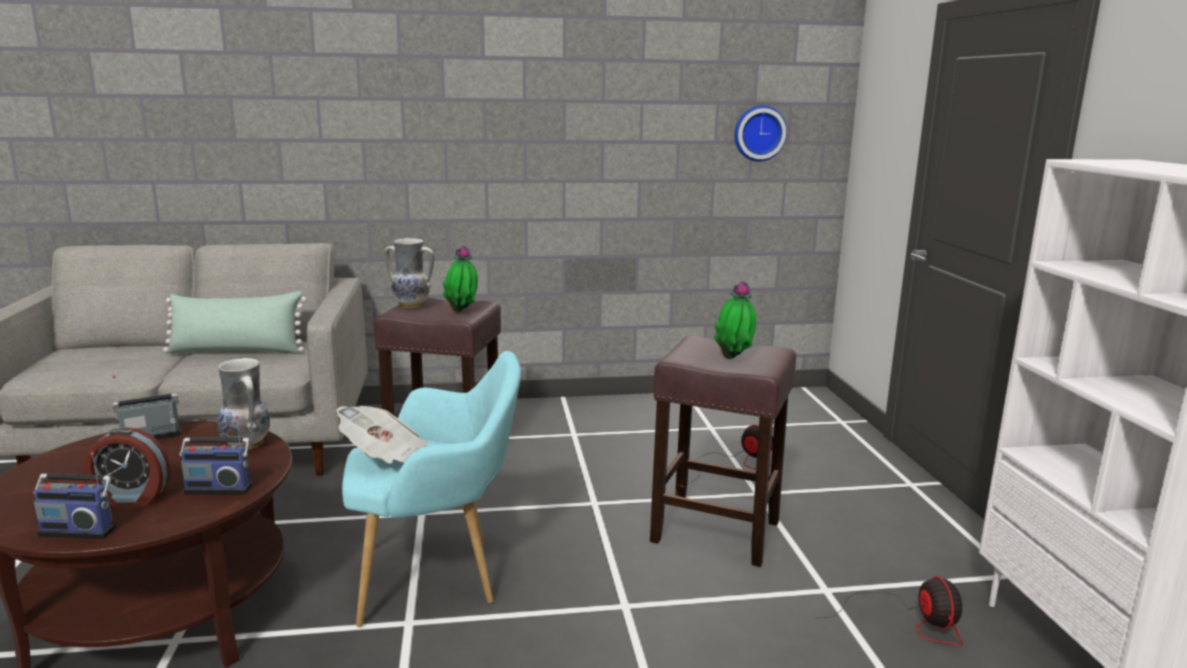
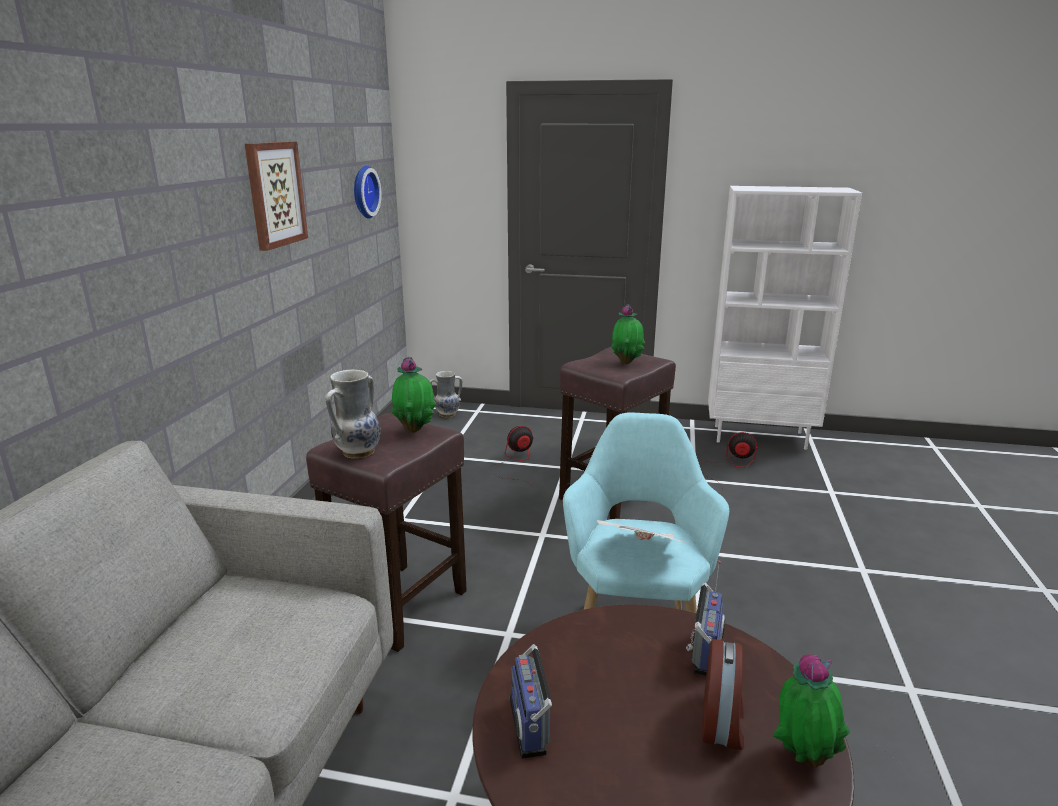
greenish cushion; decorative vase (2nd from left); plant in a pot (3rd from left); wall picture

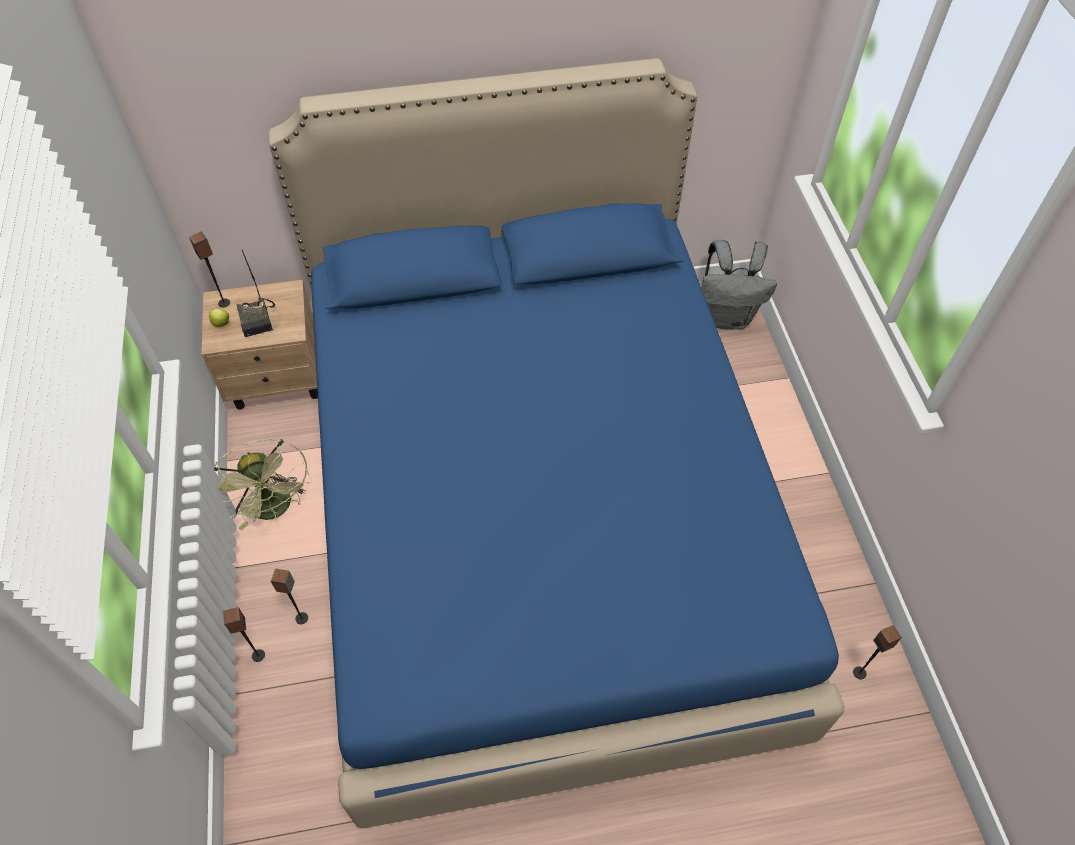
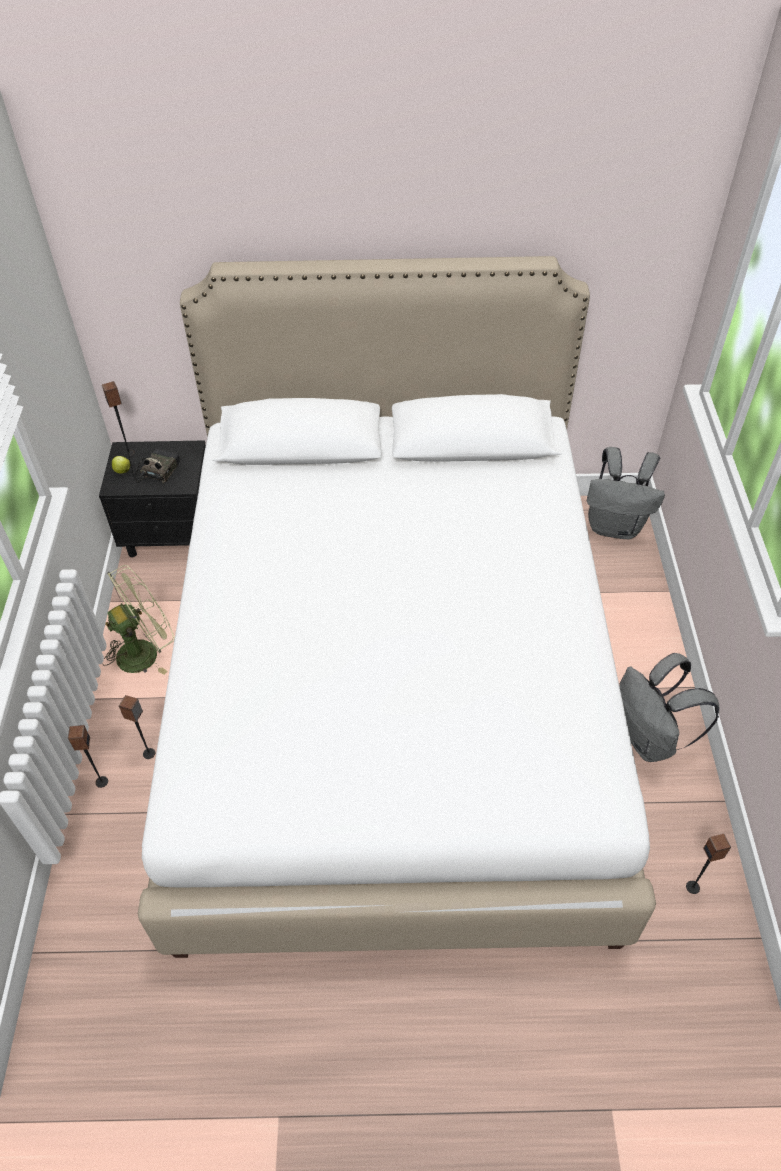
white bedroom bed; radio; black-coloured bedside table; greenish cooling fan; greyish backpack (2nd from left)

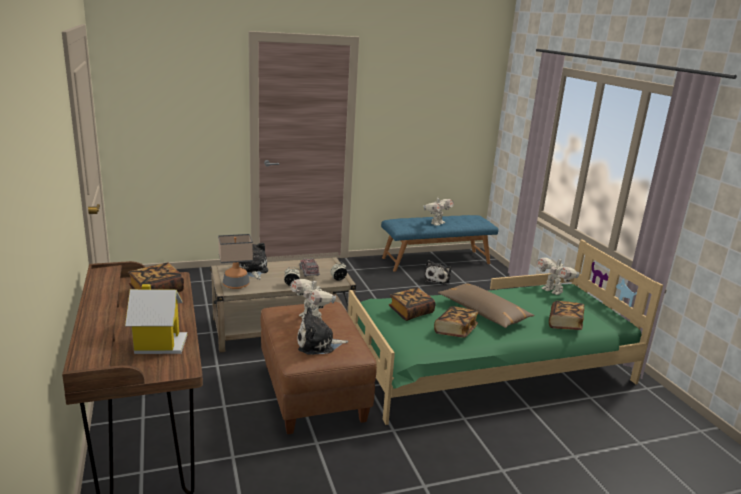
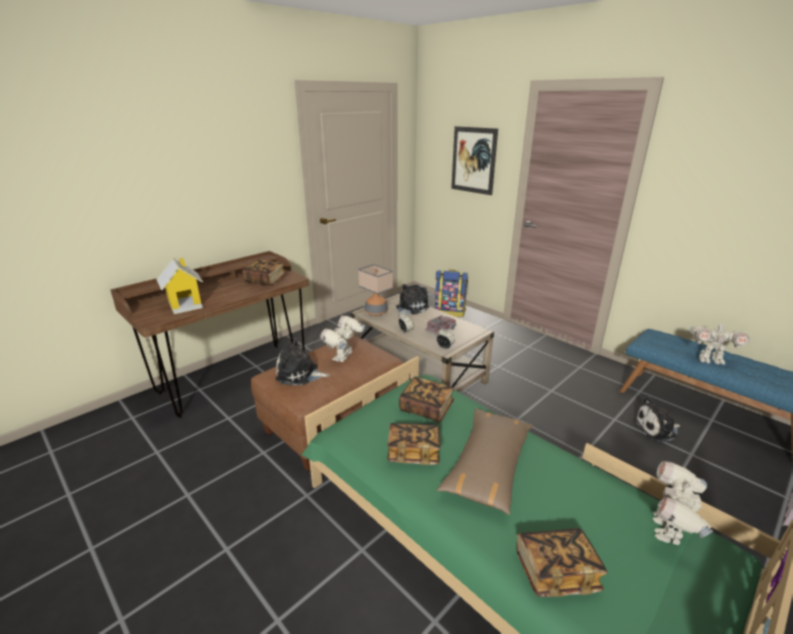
soft toy (1st from left); wall picture; backpack

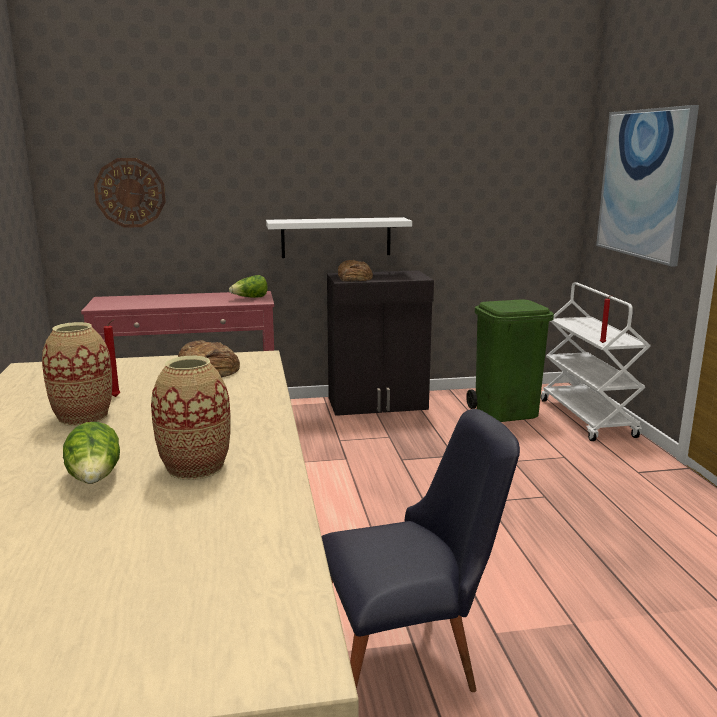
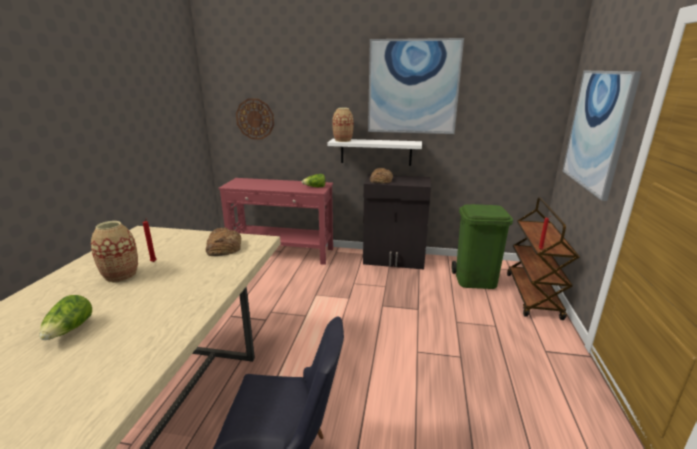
brown-coloured cart; decorative vase (2nd from left); wall picture (1st from left)

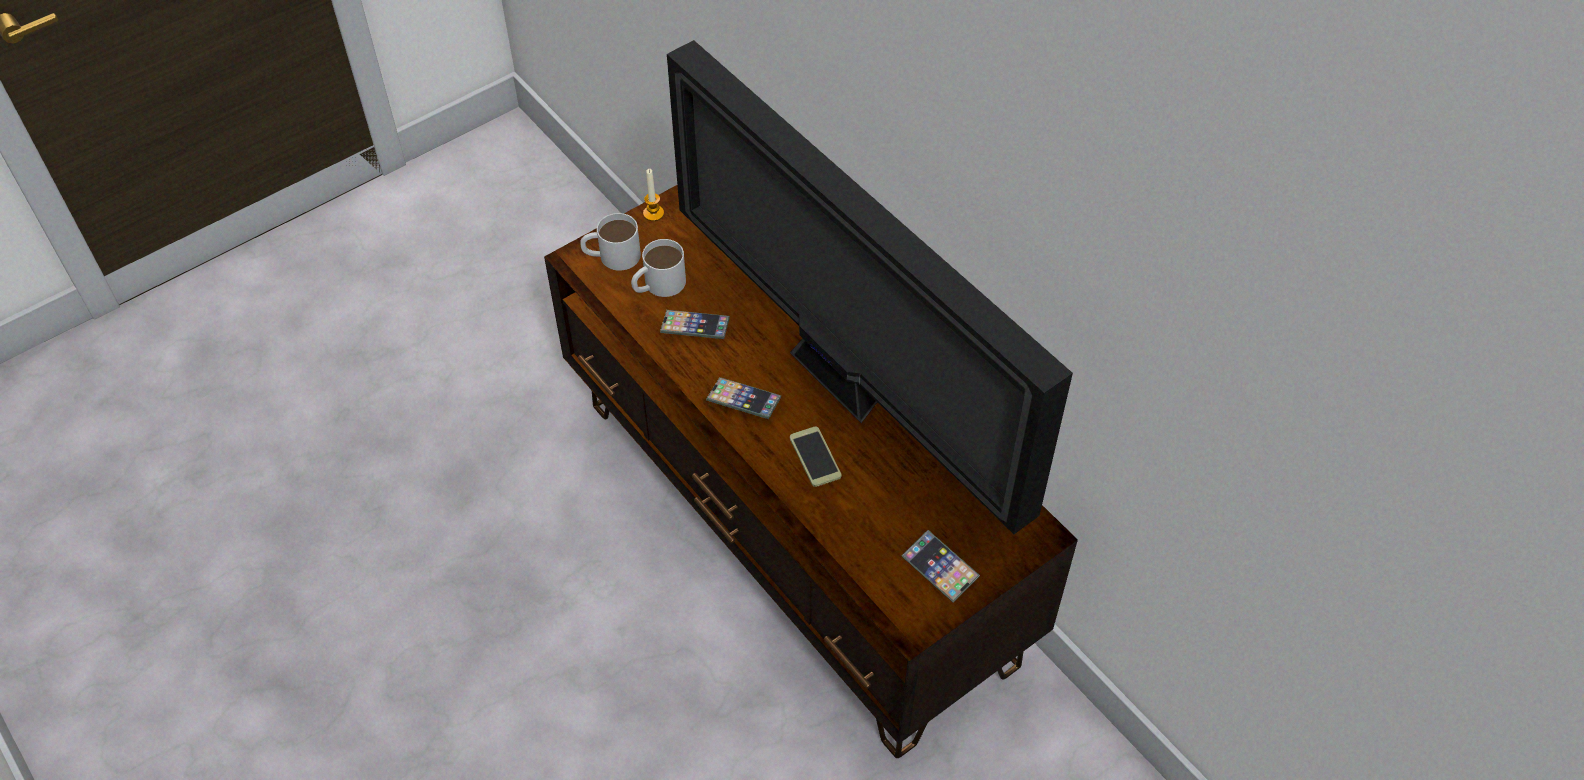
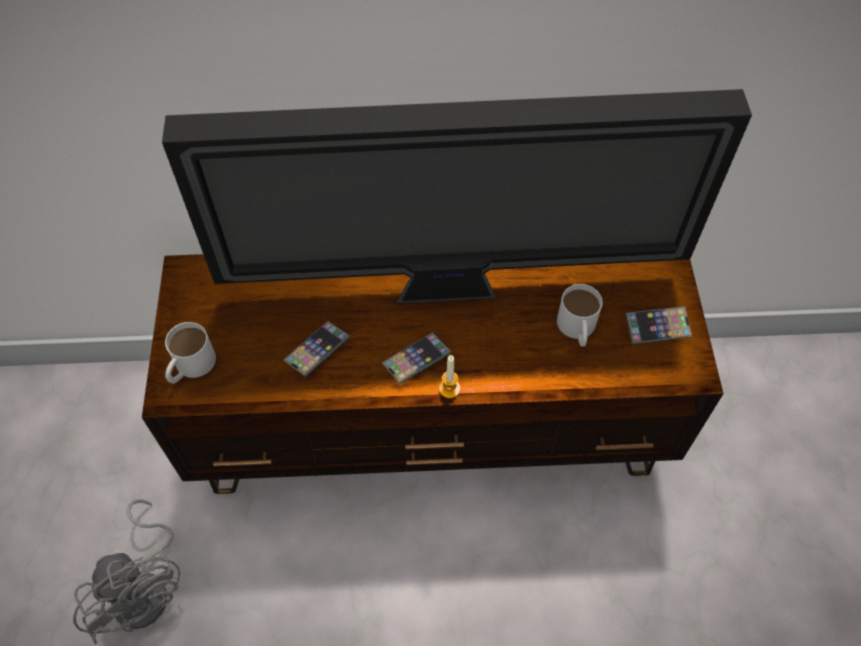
wax light; white coffee mug (2nd from left); handset (3rd from left in the first image); greyish cooling fan

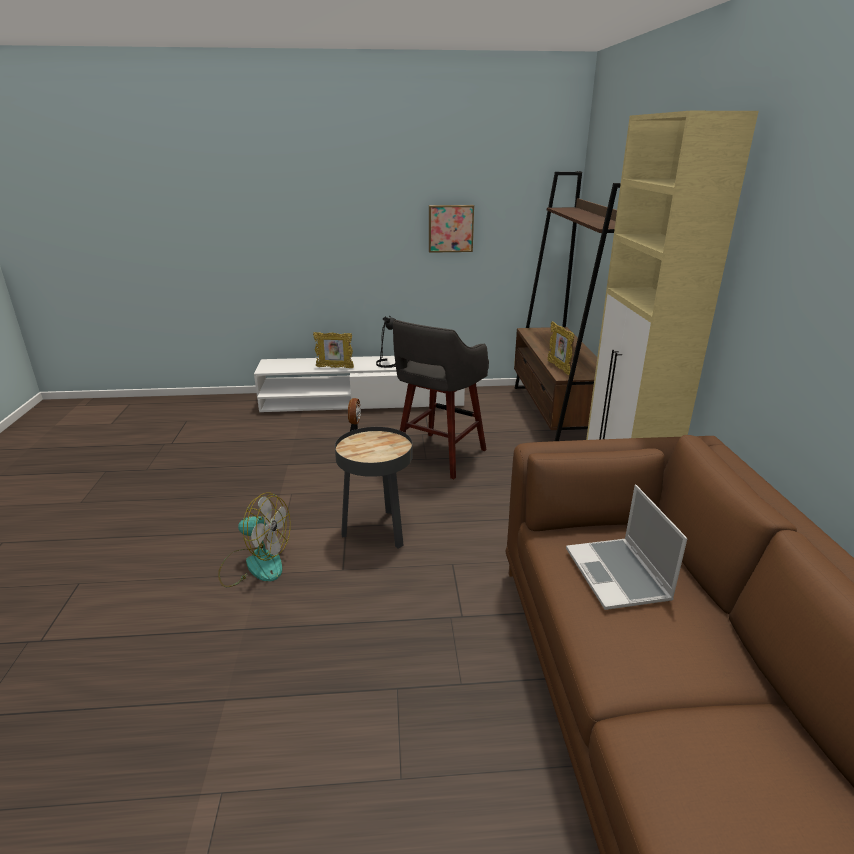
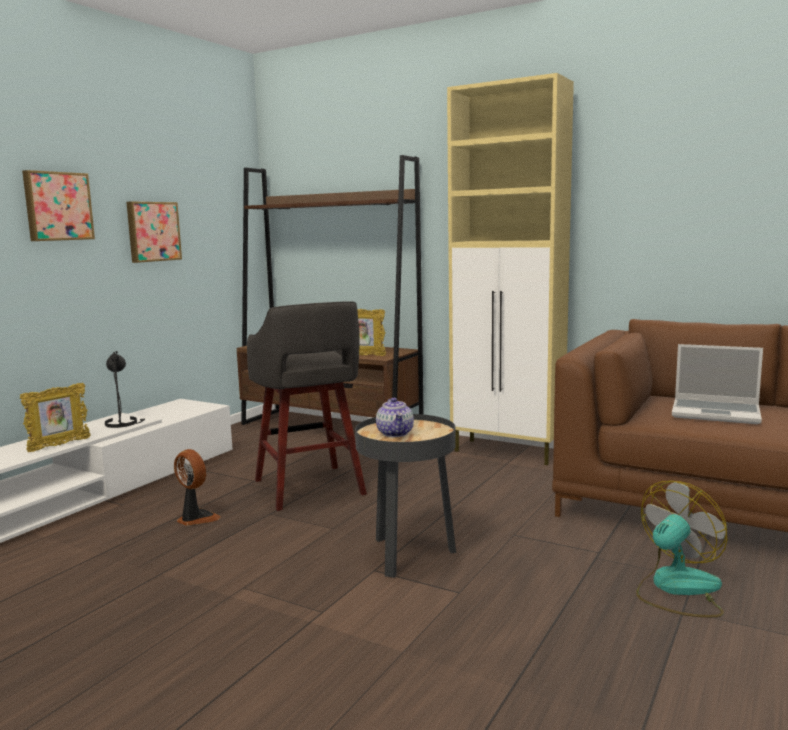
cooling fan (2nd from left); wall picture (1st from left); pot for tea

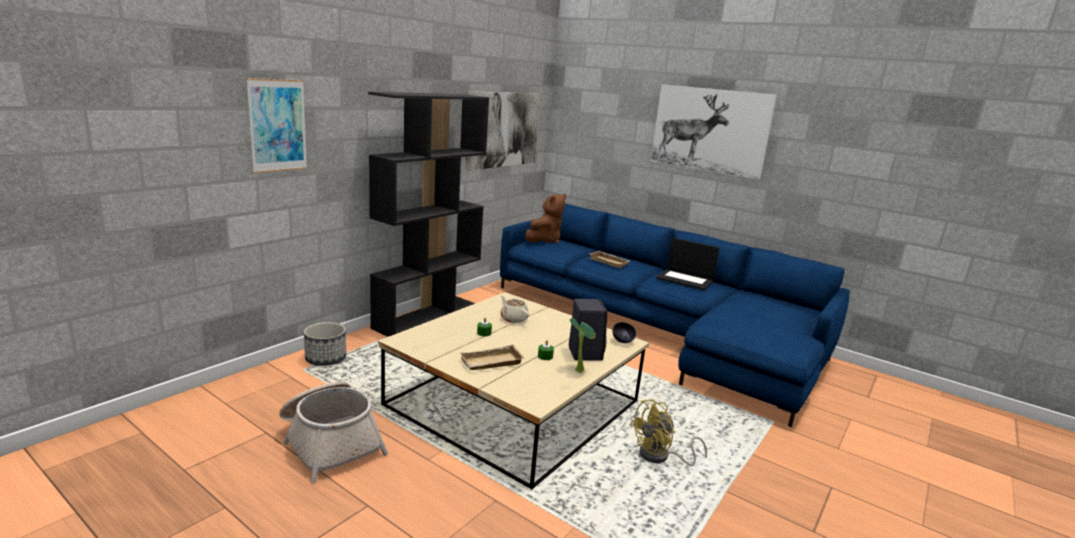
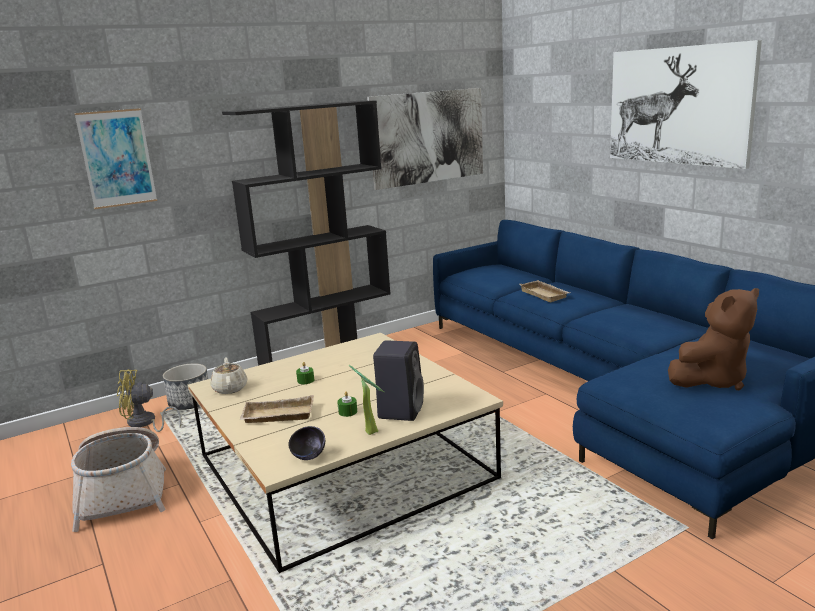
brown-coloured soft toy; portable computer; beige-coloured pot for tea; black-coloured bowl; yellow cooling fan

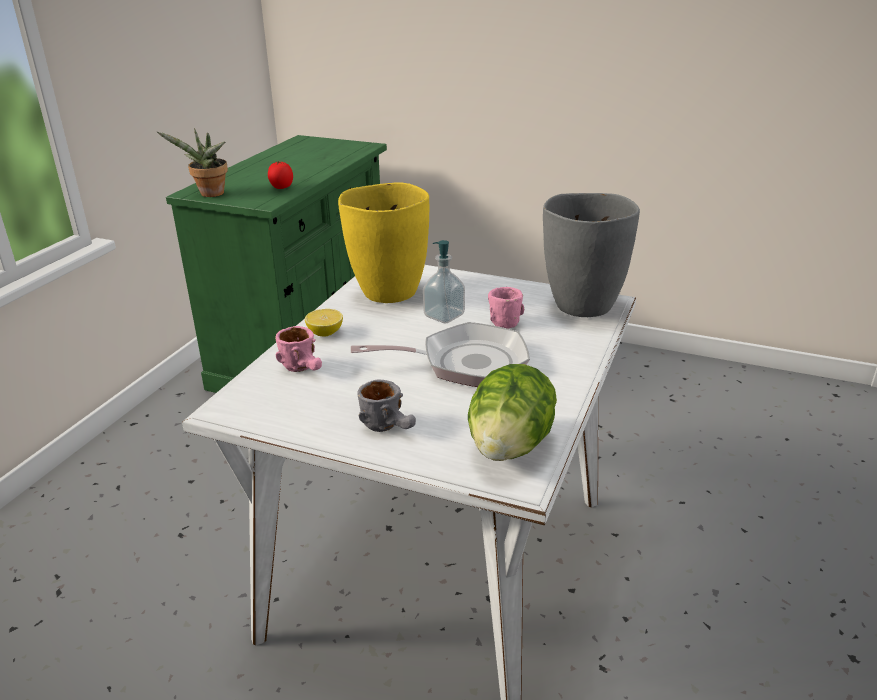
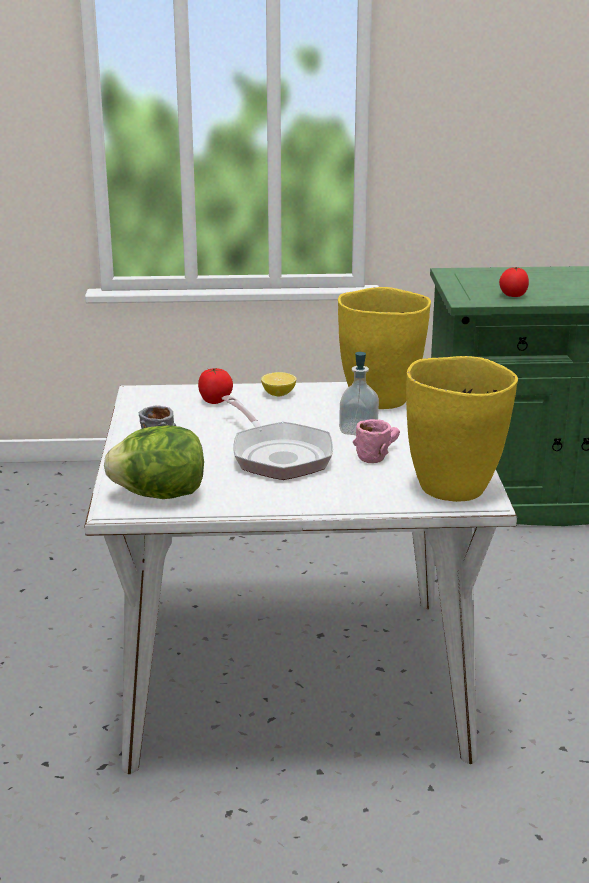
plant in a pot; yellow decorative vase (2nd from left); fresh tomato (1st from left)

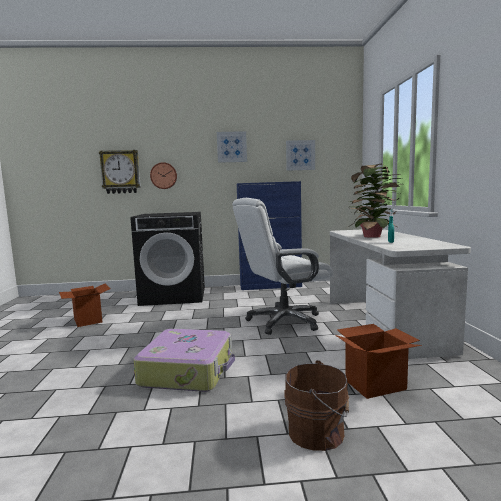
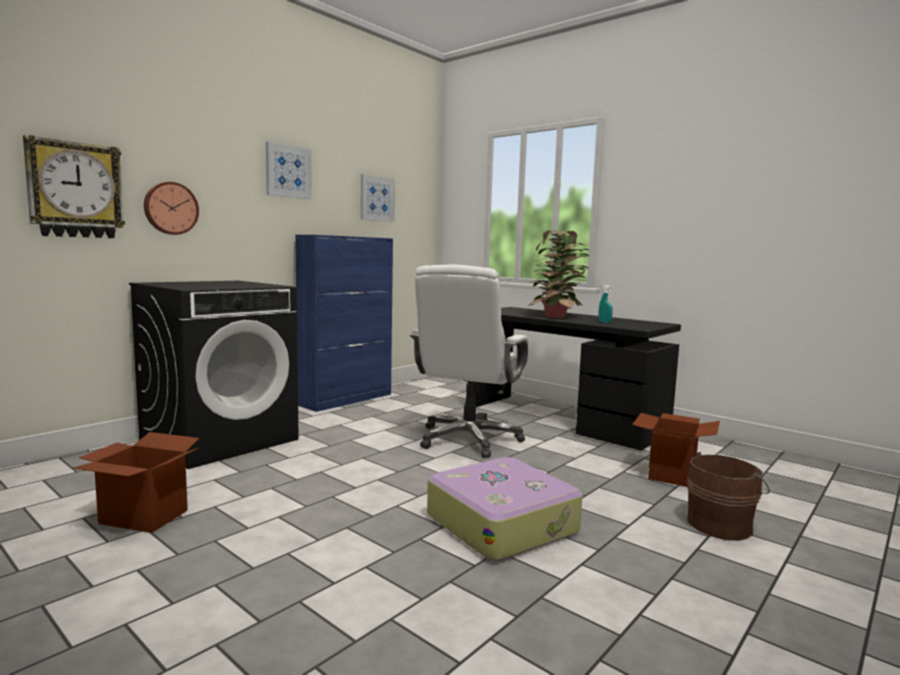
black-coloured desk table

